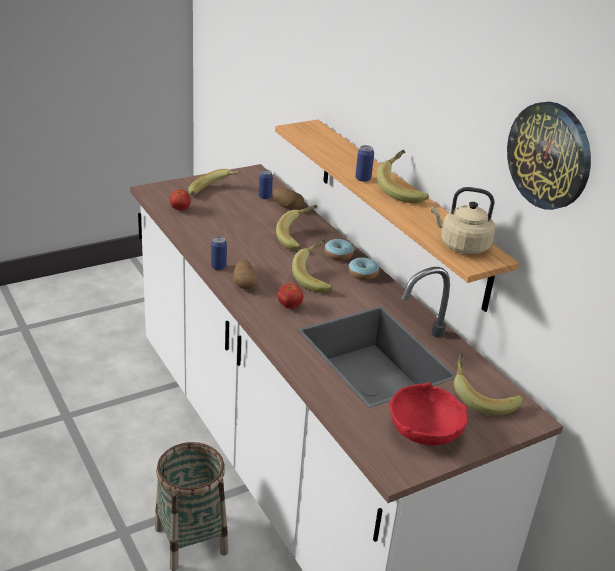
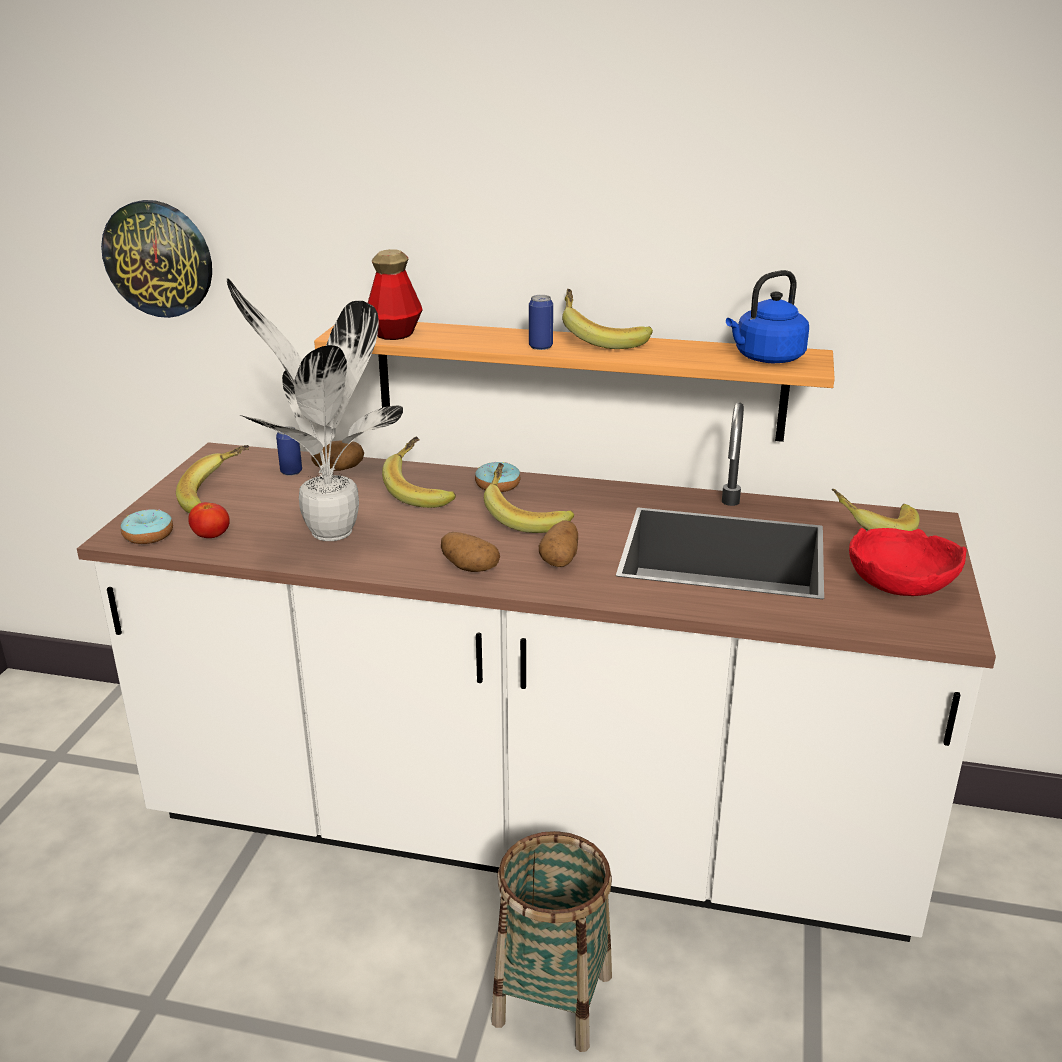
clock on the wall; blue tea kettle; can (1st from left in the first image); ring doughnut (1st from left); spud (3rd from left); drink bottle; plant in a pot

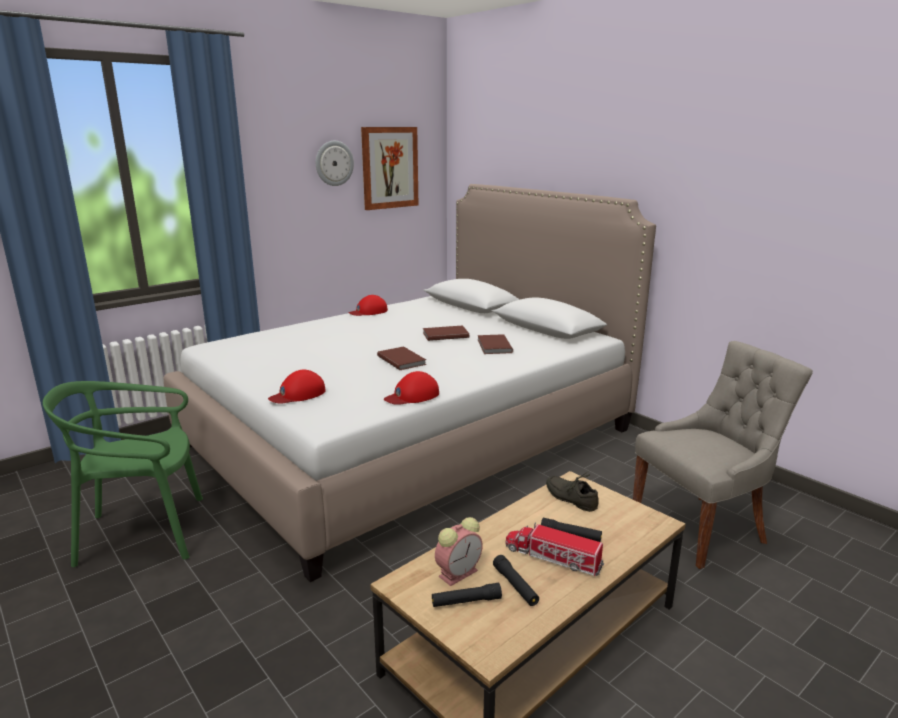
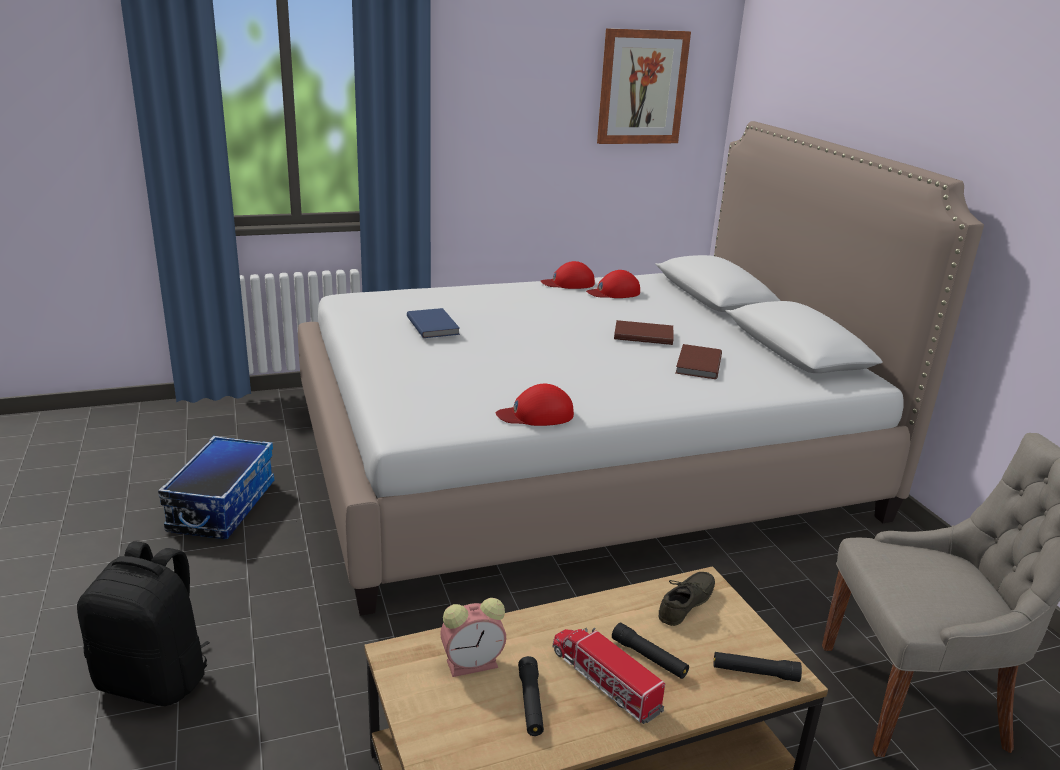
clock on the wall; brown-coloured bound book (1st from left in the first image); red-coloured peaked cap (3rd from left); storage box; greyish low shoe; black-coloured flashlight (3rd from left); blue bound book; black-coloured backpack

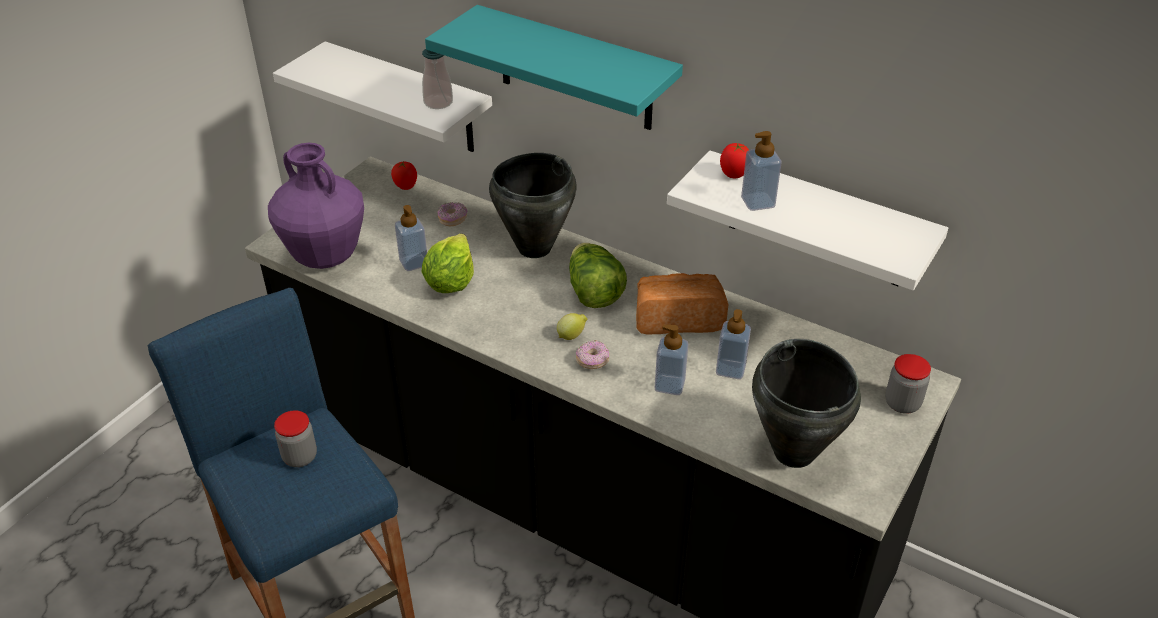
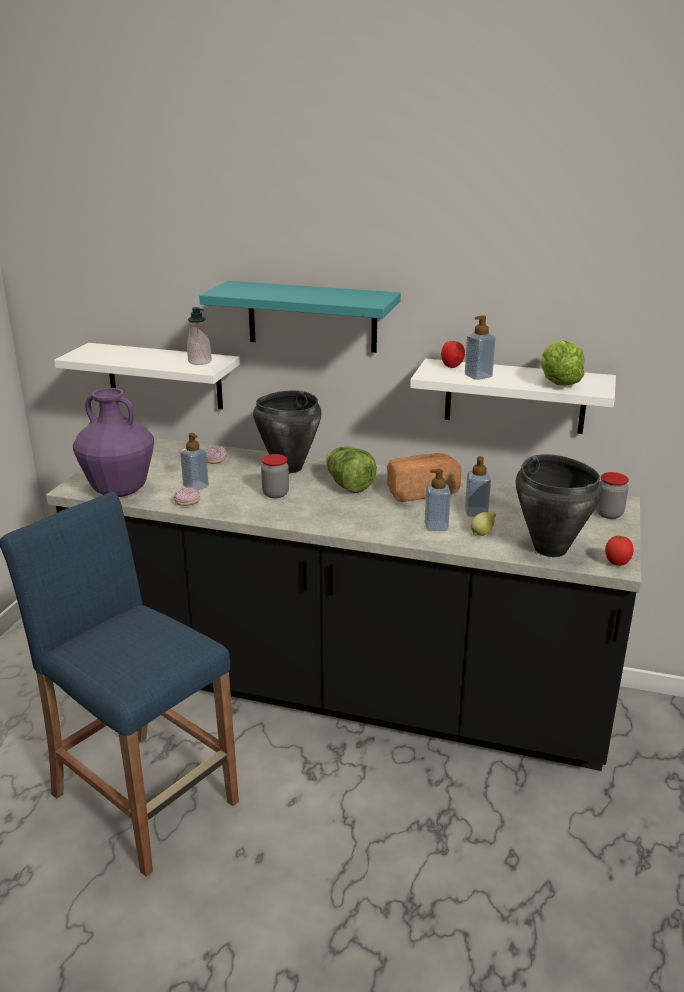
fresh tomato (2nd from left); lettuce (2nd from left); whole lemon; ring doughnut (1st from left); storage jar (1st from left)

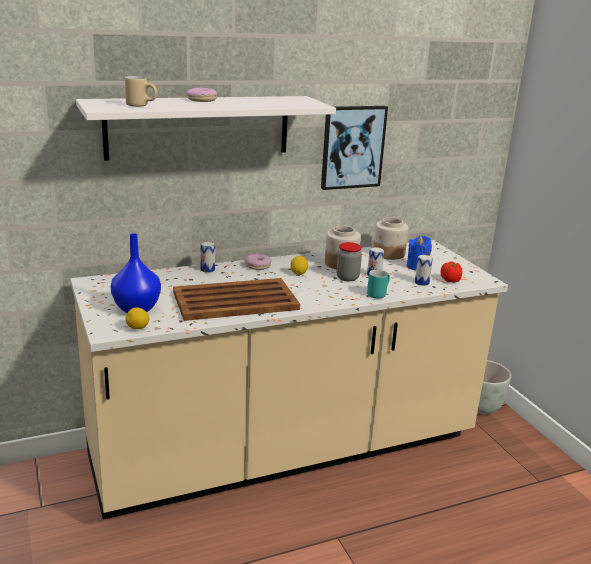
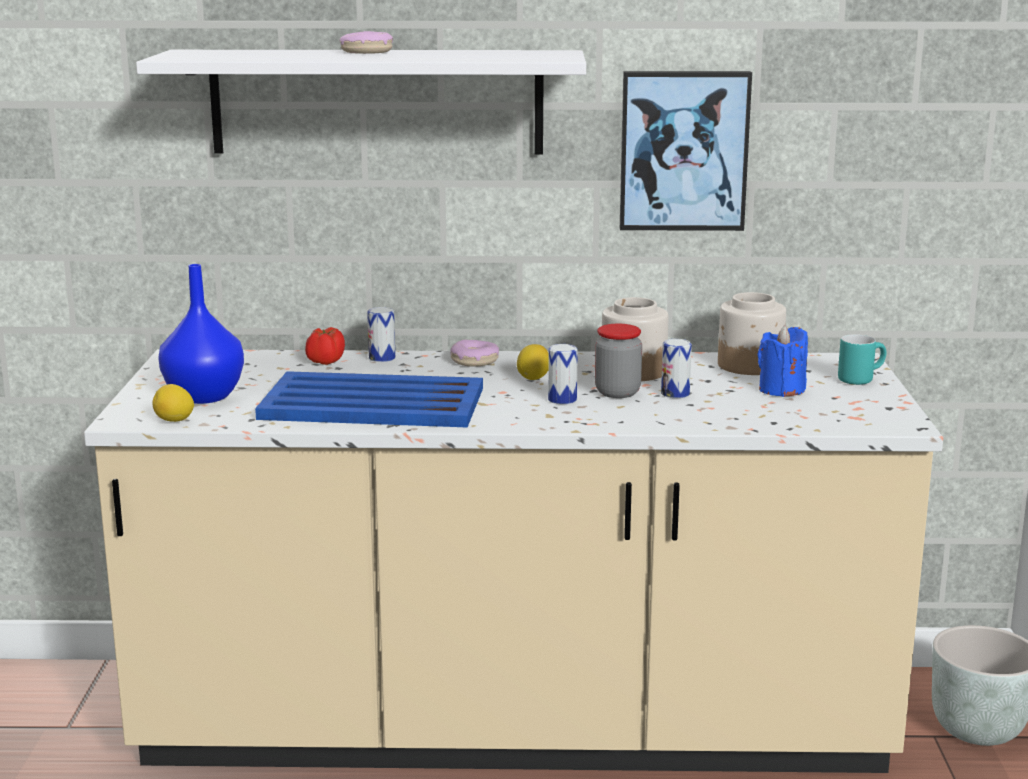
beige-coloured coffee mug; can (2nd from left); fresh tomato; turquoise coffee mug; blue serving tray

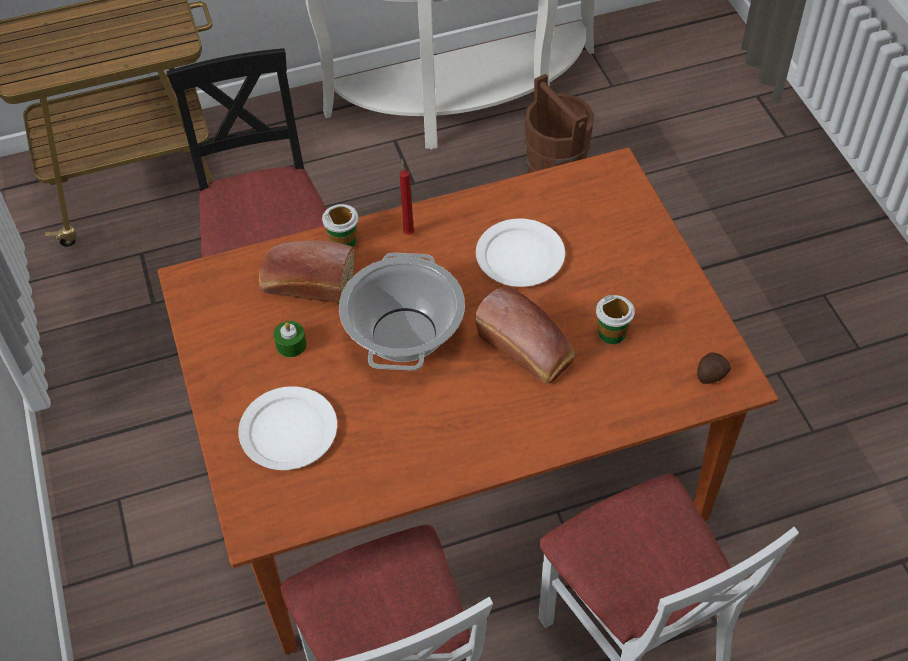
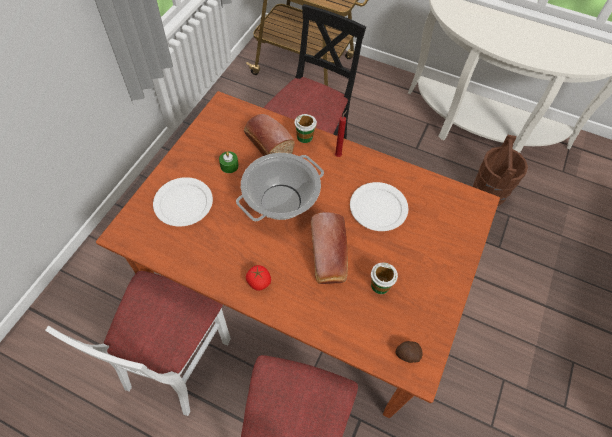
fresh tomato

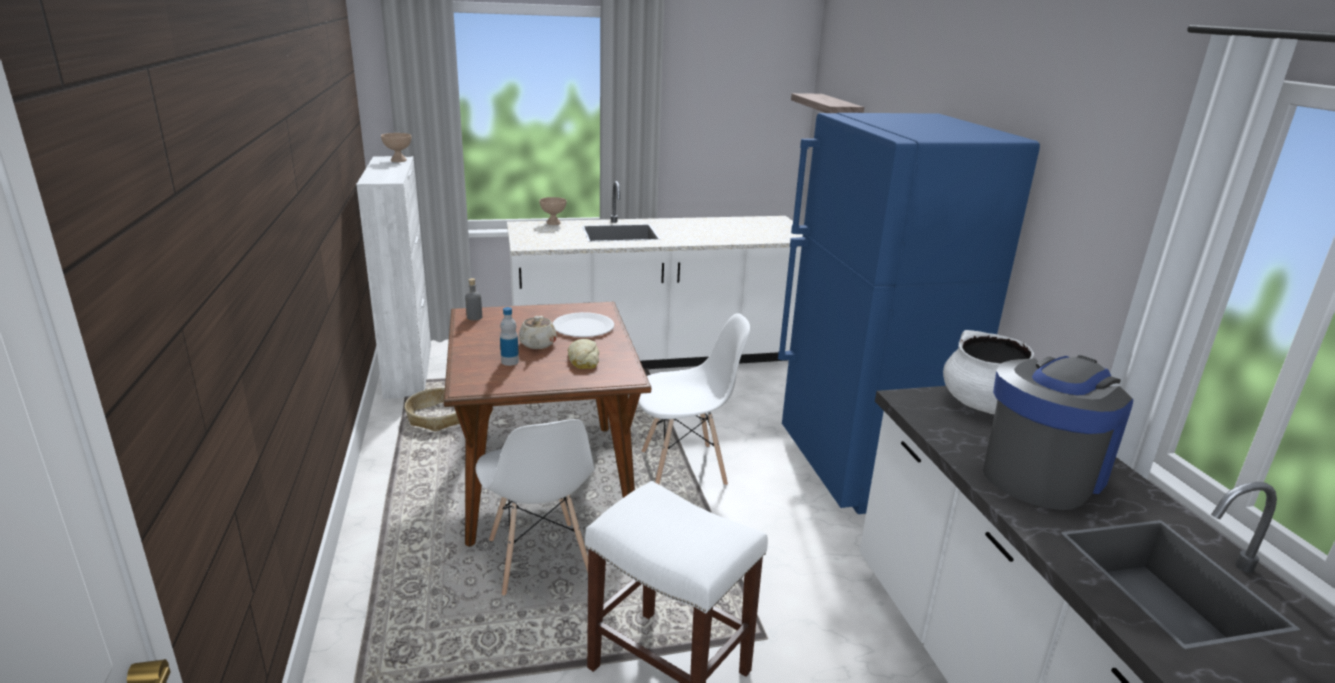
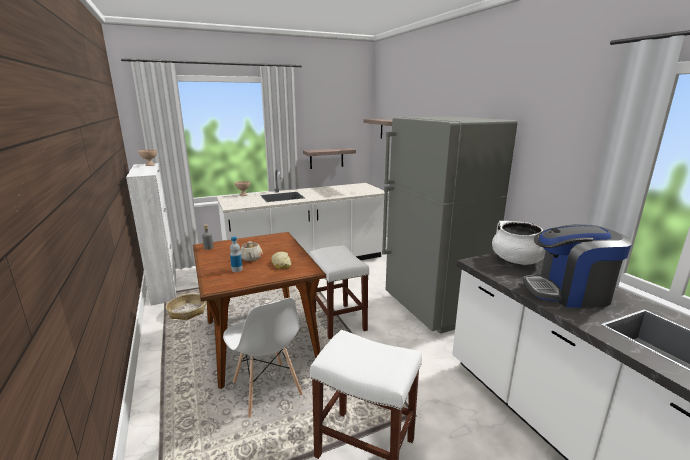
greyish refrigerator; white plate; white stool seat (1st from left); coffee brewer; wall shelf (1st from left)

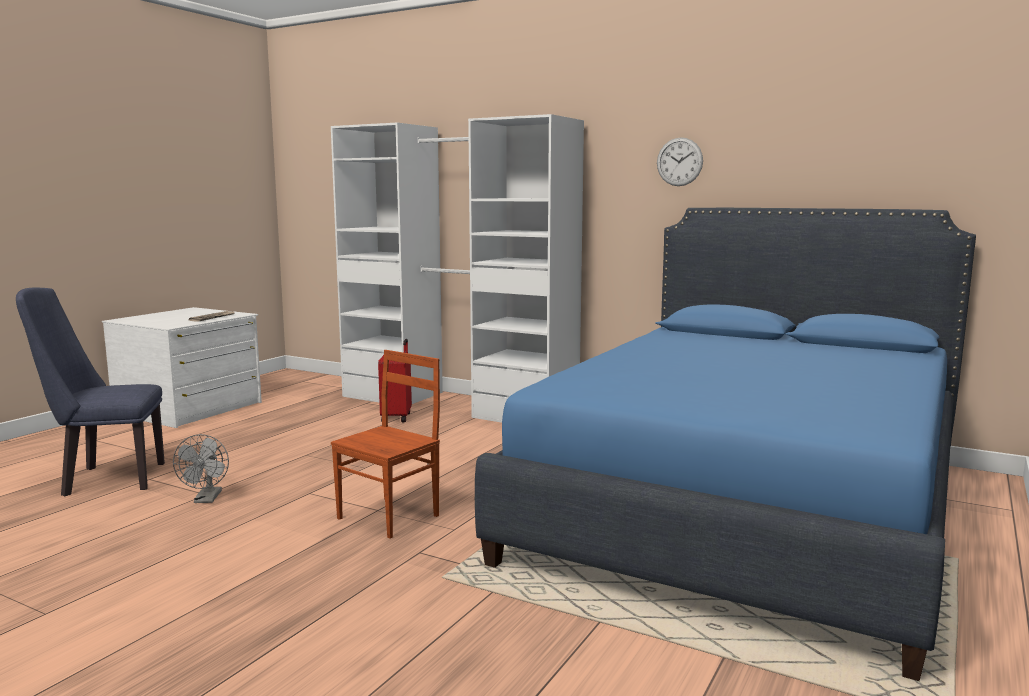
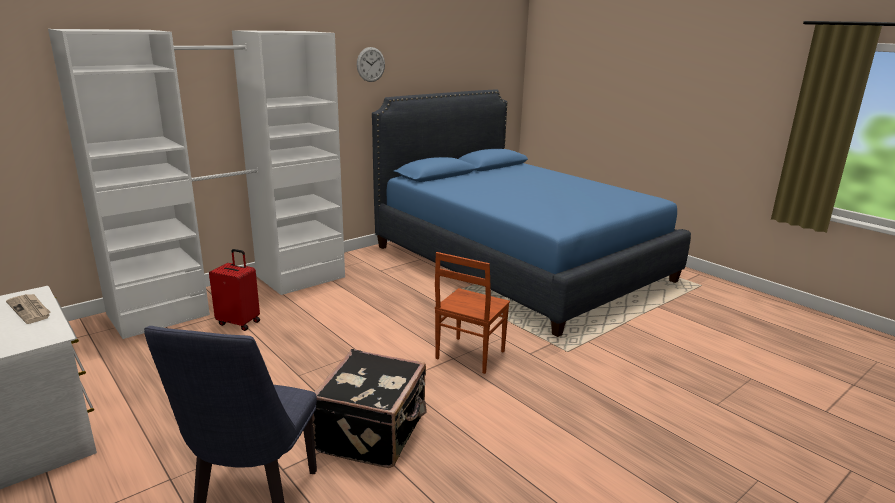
brown-coloured plain chair; black-coloured piece of luggage

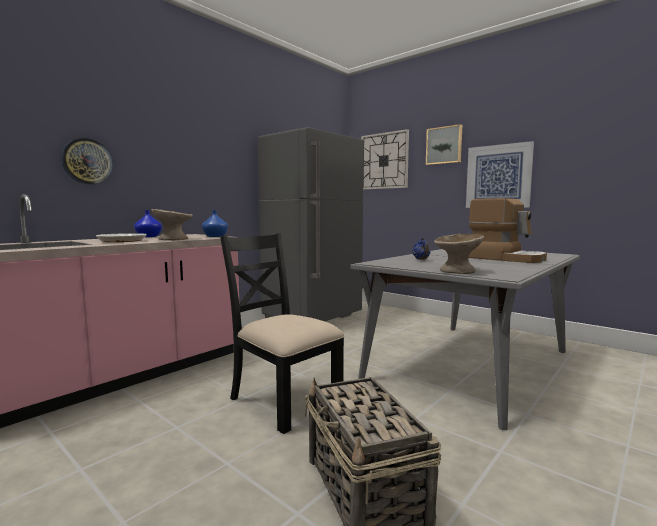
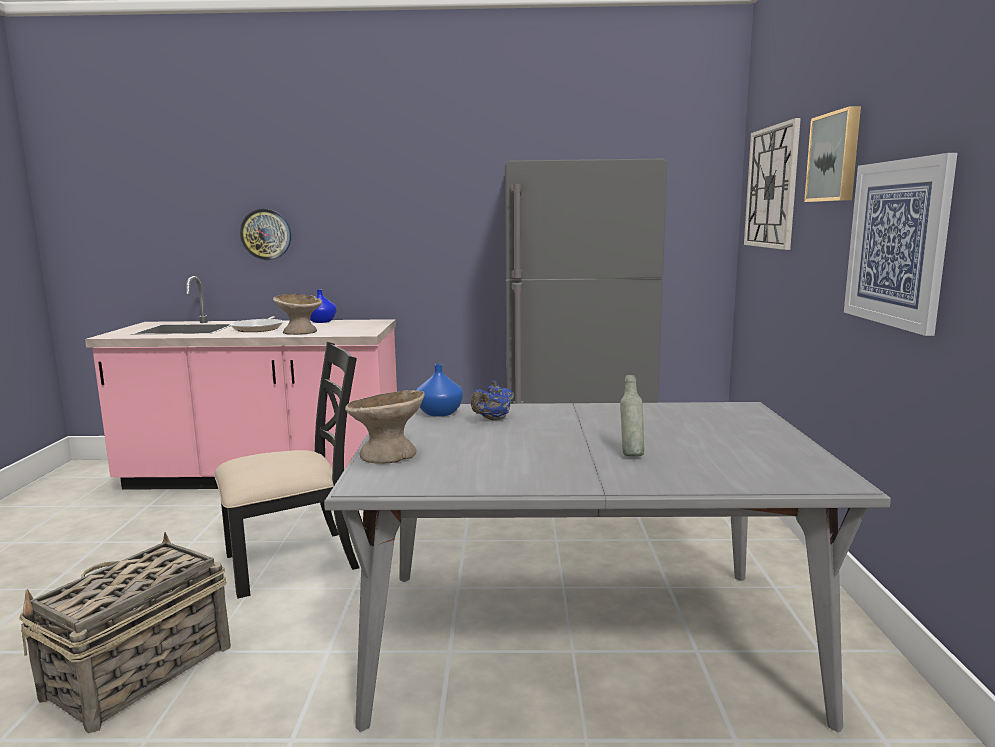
greyish drink bottle; blue decorative vase (2nd from left); black-coloured plain chair

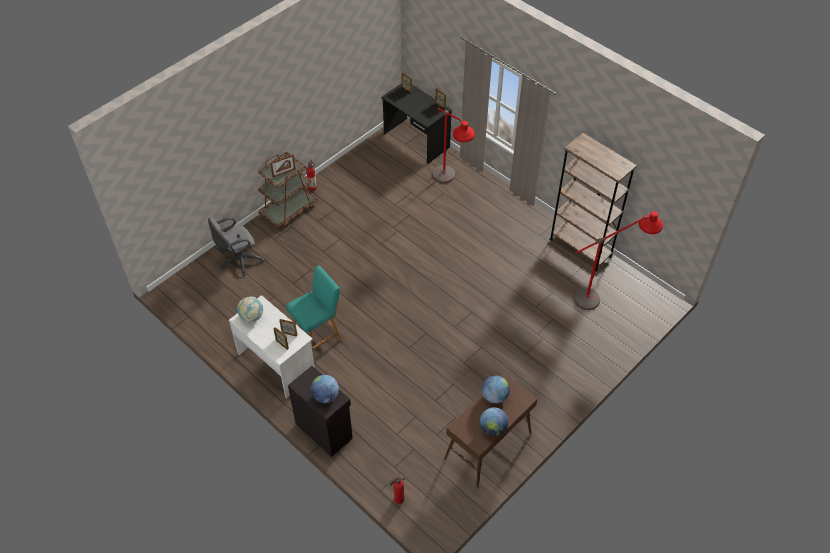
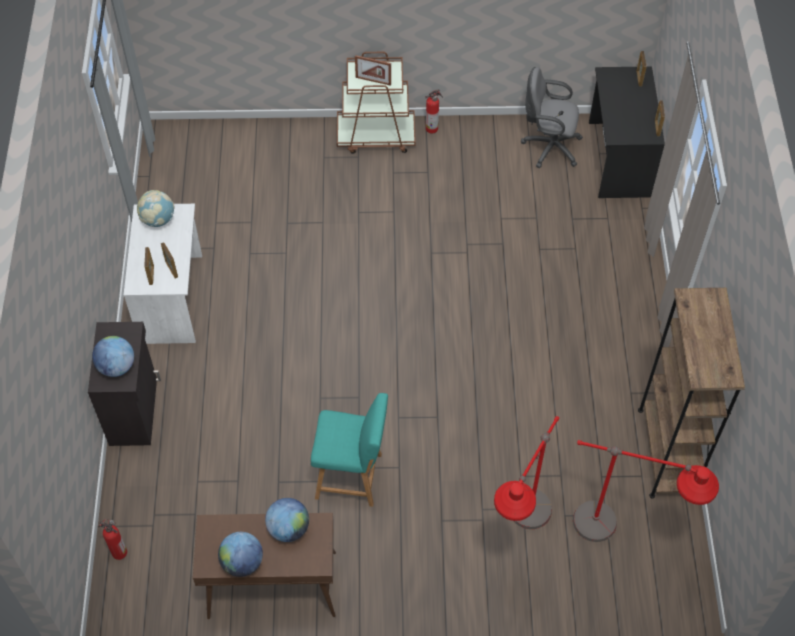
red-coloured standing lamp (1st from left); greyish desk chair; turquoise plain chair

